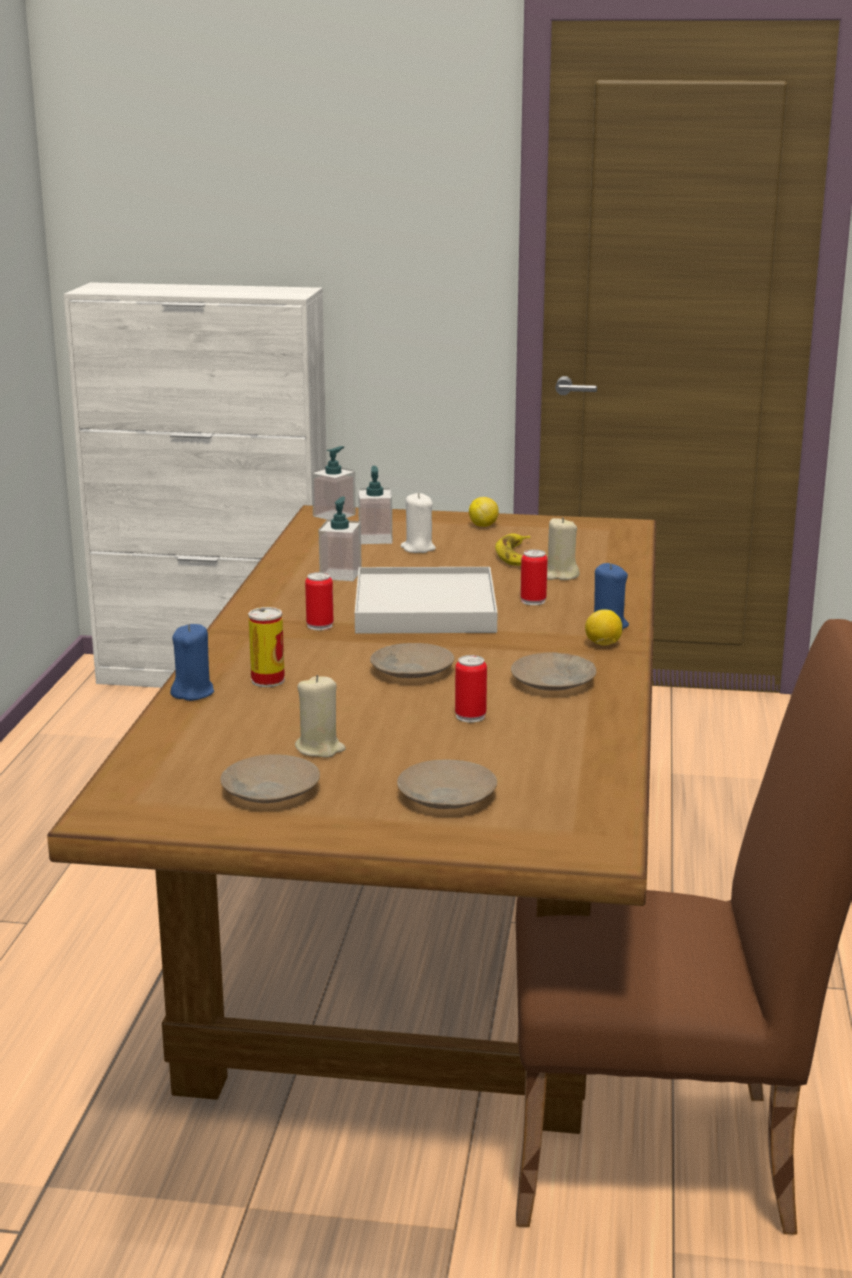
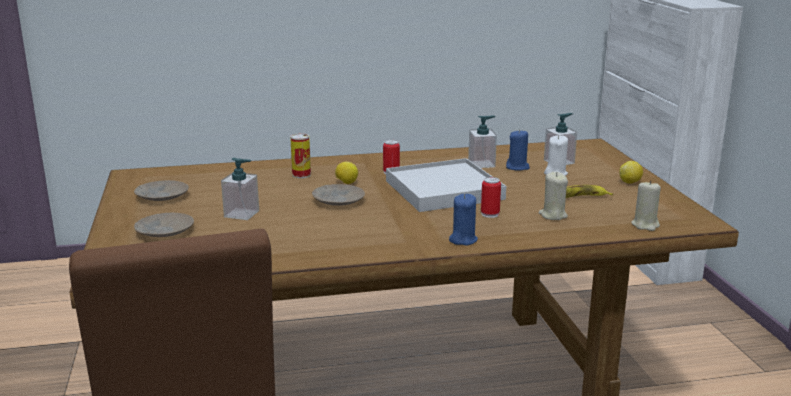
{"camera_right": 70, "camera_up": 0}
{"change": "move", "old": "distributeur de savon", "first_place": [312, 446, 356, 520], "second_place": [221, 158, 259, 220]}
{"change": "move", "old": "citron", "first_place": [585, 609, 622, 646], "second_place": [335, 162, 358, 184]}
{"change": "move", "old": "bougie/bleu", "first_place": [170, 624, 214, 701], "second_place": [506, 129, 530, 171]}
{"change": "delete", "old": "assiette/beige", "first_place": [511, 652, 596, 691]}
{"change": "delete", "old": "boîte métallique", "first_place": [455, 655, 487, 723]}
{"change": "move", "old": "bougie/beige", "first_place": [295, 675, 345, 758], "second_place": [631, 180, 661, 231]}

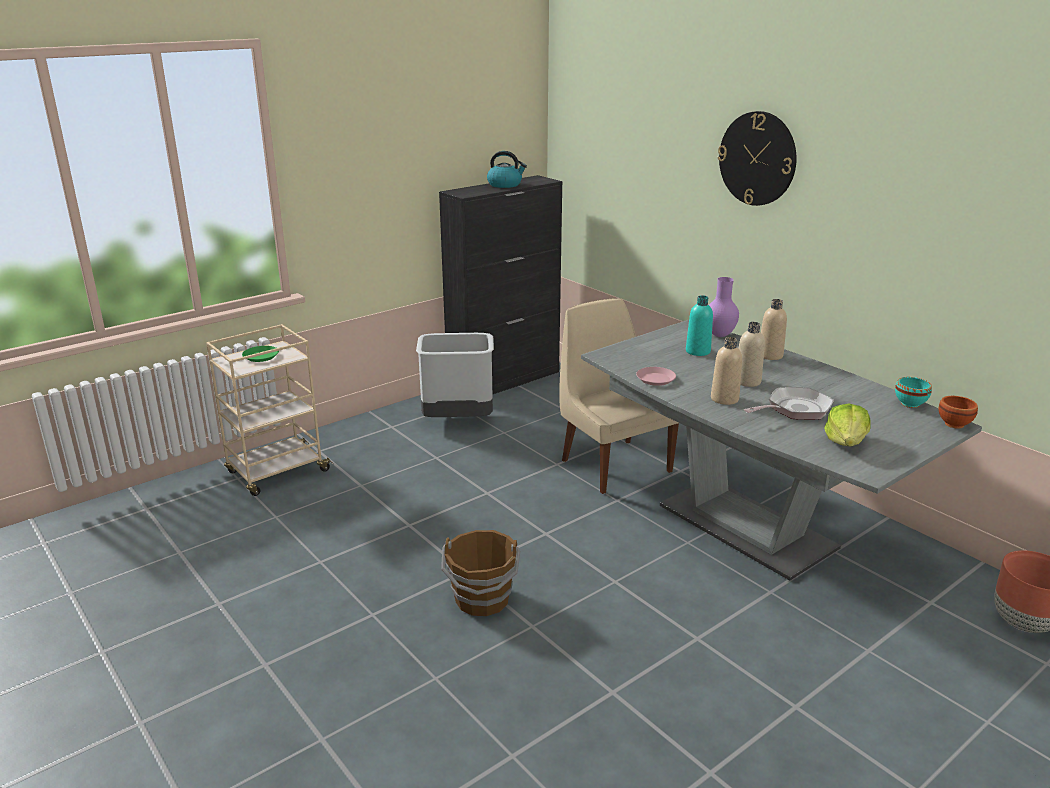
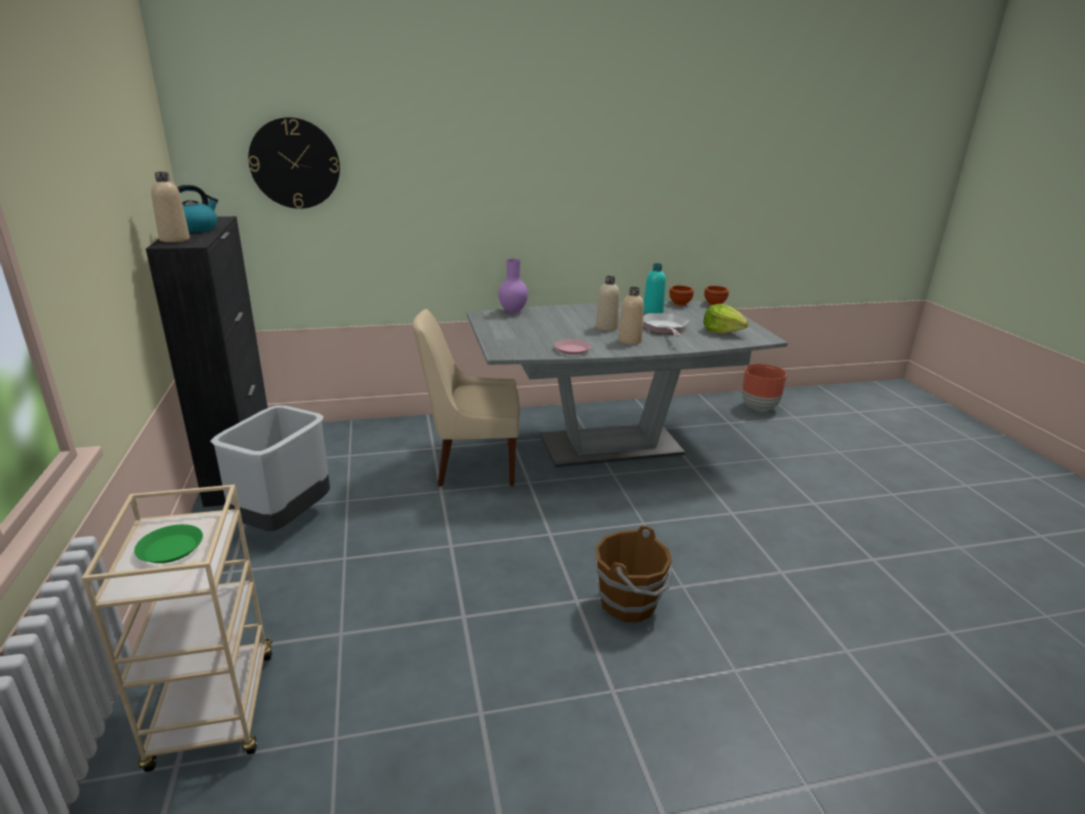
{"camera_right": -65, "camera_up": 0}
{"change": "move", "old": "horloge murale", "first_place": [718, 111, 797, 206], "second_place": [248, 117, 340, 209]}
{"change": "move", "old": "bouteille/turquoise", "first_place": [686, 295, 713, 356], "second_place": [644, 263, 666, 314]}
{"change": "move", "old": "bouteille/beige", "first_place": [761, 299, 787, 360], "second_place": [151, 172, 190, 243]}
{"change": "recolor", "old": "bol/turquoise", "new": "bol/marron", "first_place": [895, 377, 932, 408], "second_place": [669, 285, 694, 306]}

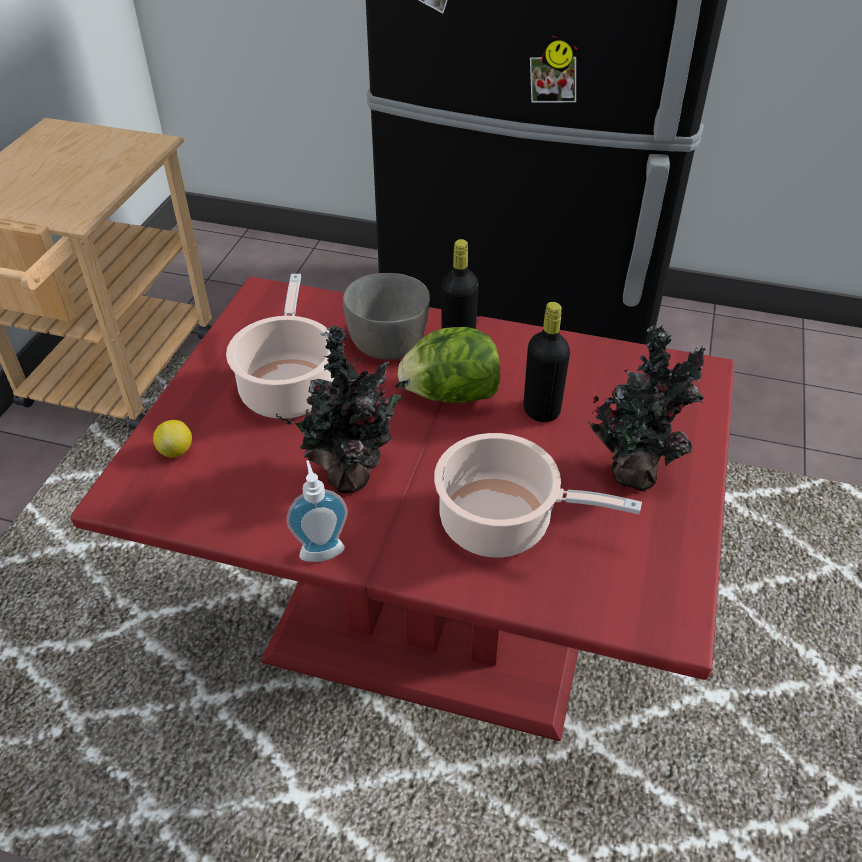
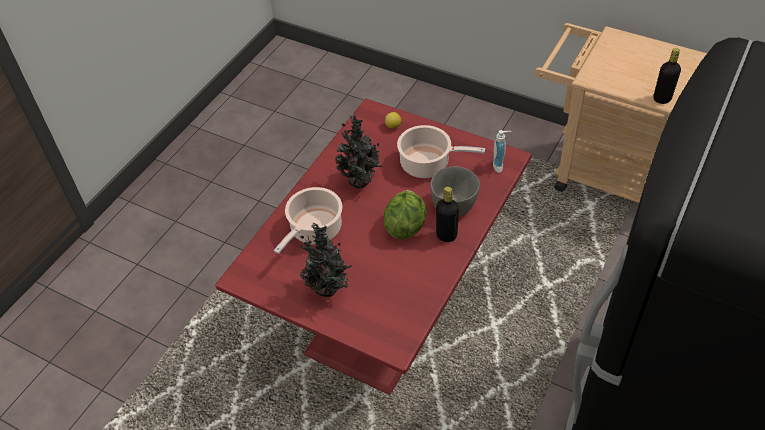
{"camera_right": 105, "camera_up": 5}
{"change": "move", "old": "bouteille/noir", "first_place": [524, 302, 570, 422], "second_place": [653, 48, 681, 104]}
{"change": "move", "old": "distributeur de savon", "first_place": [286, 460, 348, 562], "second_place": [493, 130, 512, 173]}

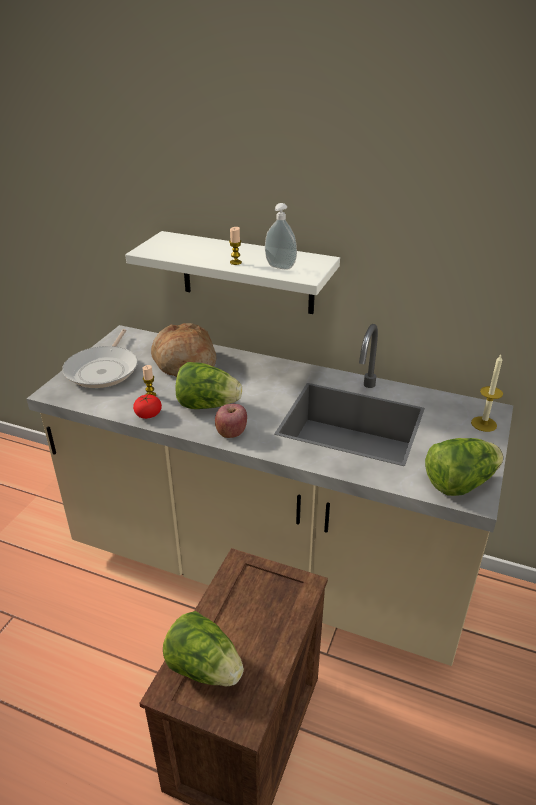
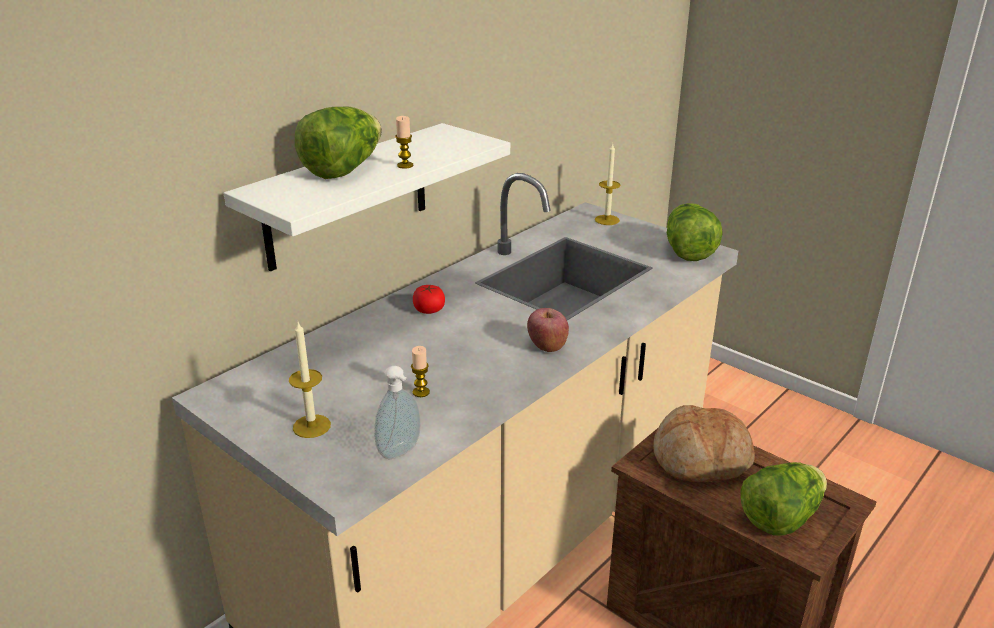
{"camera_right": -70, "camera_up": -5}
{"change": "move", "old": "distributeur de savon", "first_place": [265, 203, 297, 270], "second_place": [374, 366, 421, 459]}
{"change": "move", "old": "pain", "first_place": [151, 323, 216, 377], "second_place": [653, 405, 755, 482]}
{"change": "replace", "old": "poêle", "new": "bougie", "first_place": [62, 329, 138, 388], "second_place": [289, 322, 331, 438]}
{"change": "move", "old": "laitue", "first_place": [176, 362, 242, 409], "second_place": [295, 106, 382, 179]}
{"change": "move", "old": "tomate", "first_place": [133, 394, 162, 419], "second_place": [413, 285, 445, 314]}

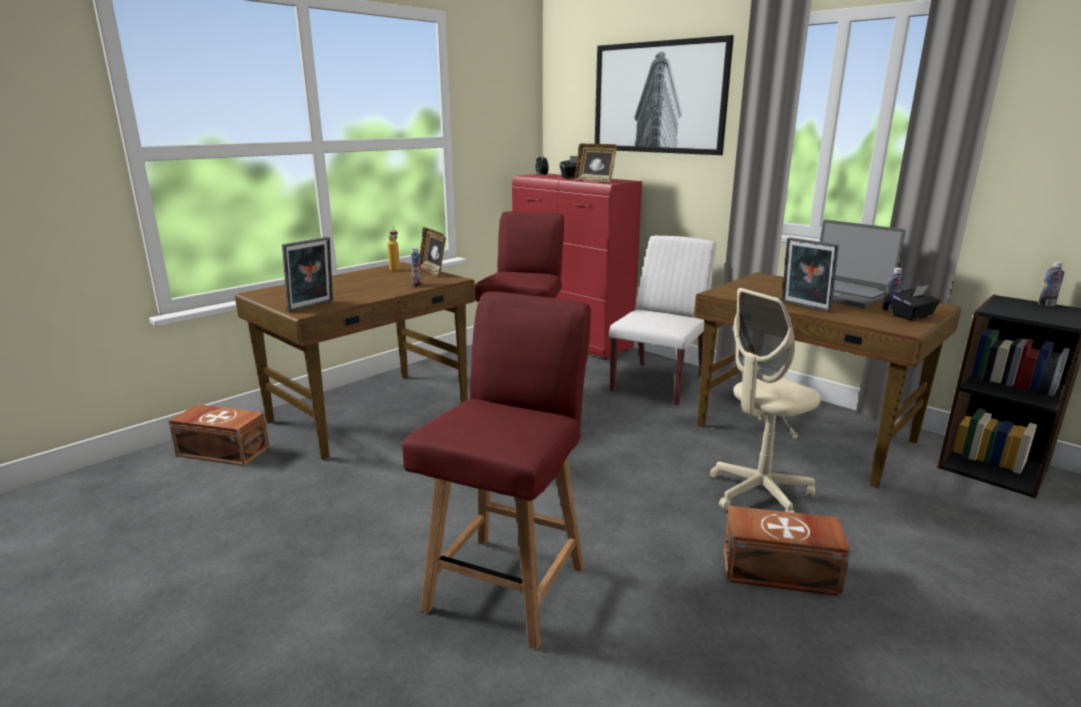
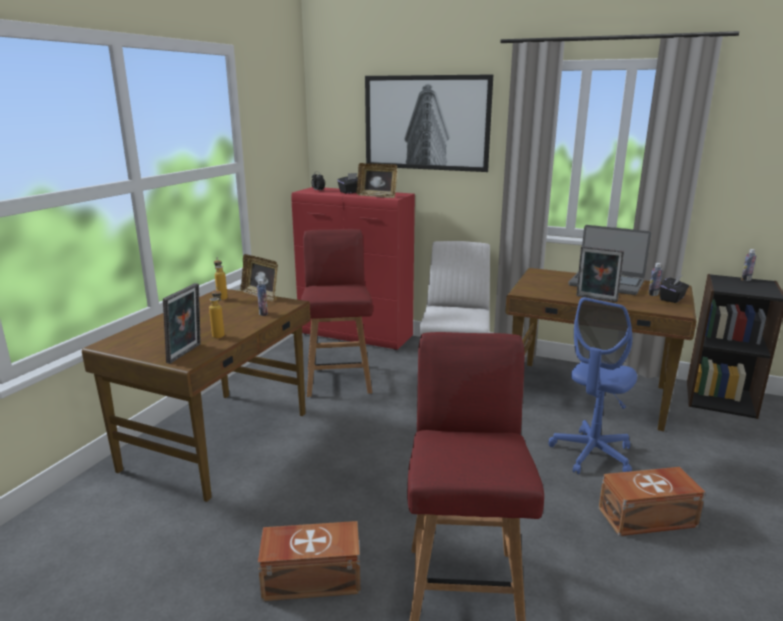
{"camera_right": -20, "camera_up": 0}
{"change": "recolor", "old": "chaise de bureau/beige", "new": "chaise de bureau/bleu", "first_place": [710, 288, 821, 513], "second_place": [548, 297, 637, 474]}
{"change": "move", "old": "boîte de rangement/marron", "first_place": [168, 404, 270, 466], "second_place": [258, 521, 361, 601]}
{"change": "insert", "new": "bouteille", "second_place": [209, 288, 225, 339]}

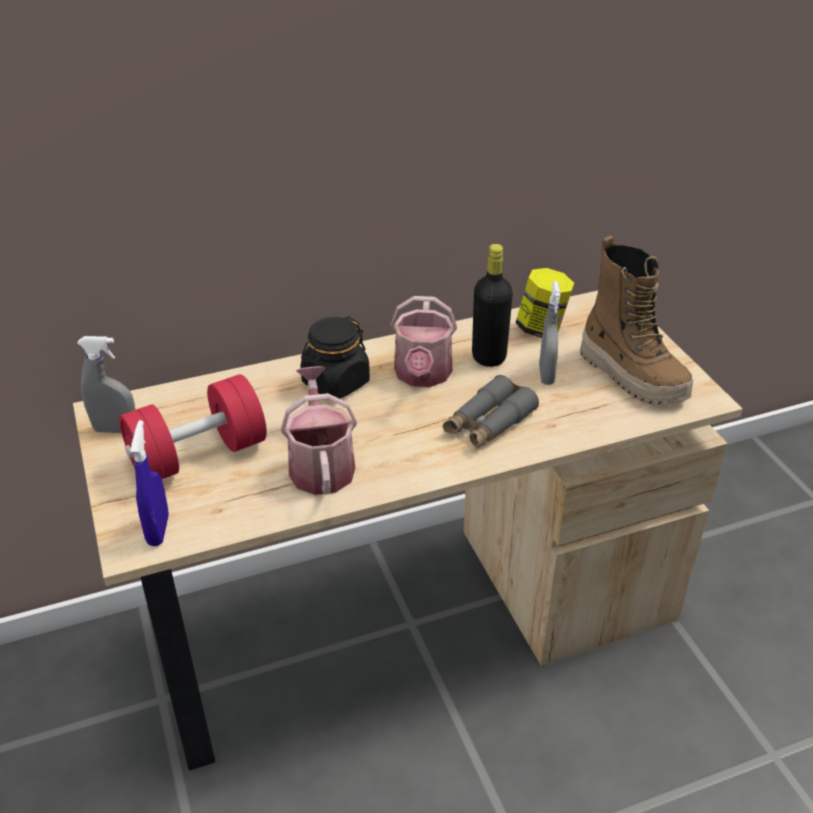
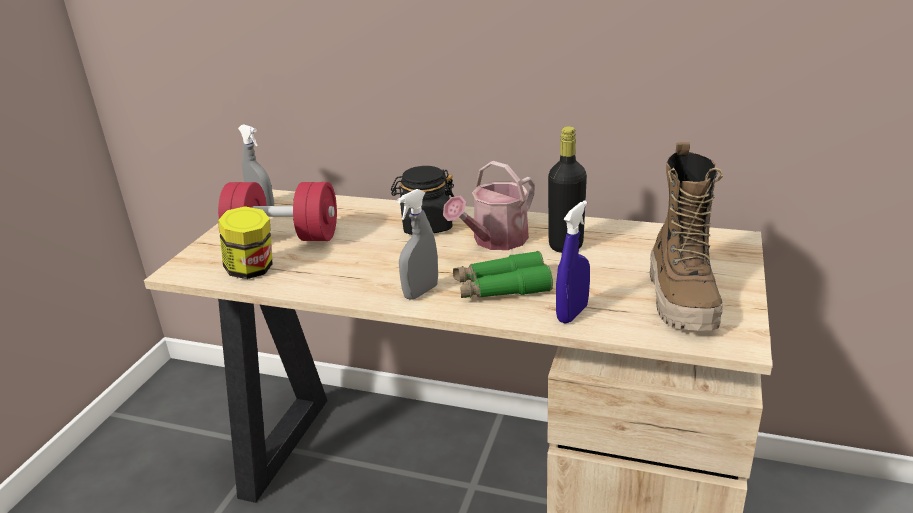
{"camera_right": 40, "camera_up": -10}
{"change": "move", "old": "bocal", "first_place": [515, 268, 574, 338], "second_place": [218, 206, 272, 279]}
{"change": "move", "old": "vaporisateur/gris", "first_place": [539, 281, 560, 385], "second_place": [397, 189, 438, 300]}
{"change": "delete", "old": "arrosoir", "first_place": [281, 366, 357, 495]}
{"change": "recolor", "old": "jumelles/gris", "new": "jumelles/vert", "first_place": [443, 375, 539, 449], "second_place": [453, 251, 553, 298]}
{"change": "move", "old": "vaporisateur/bleu", "first_place": [130, 420, 169, 546], "second_place": [556, 200, 590, 324]}

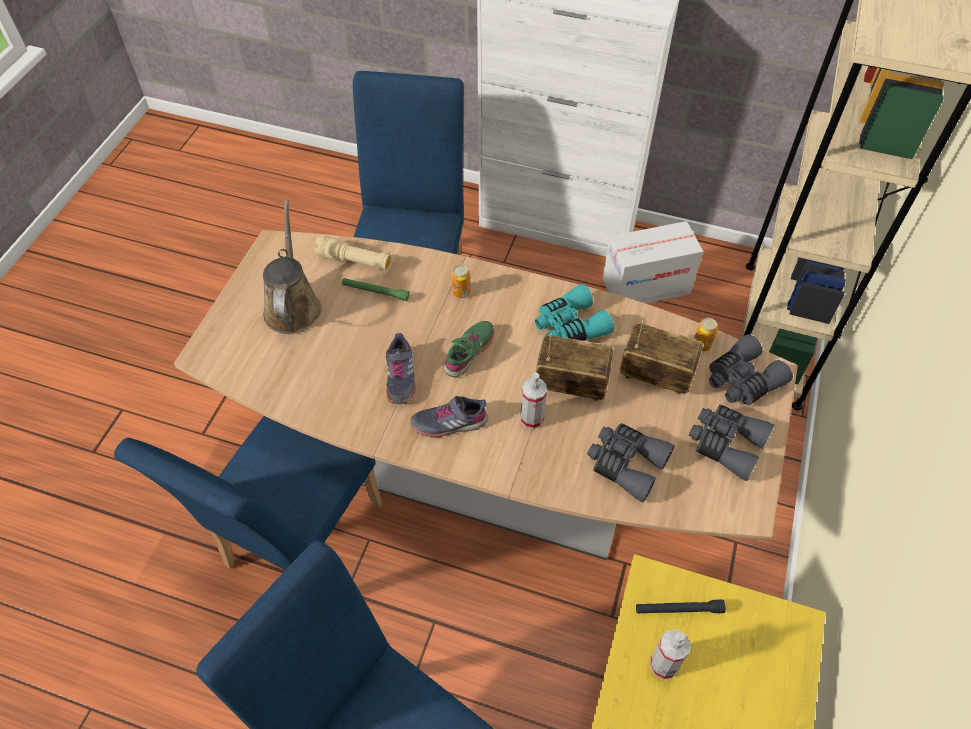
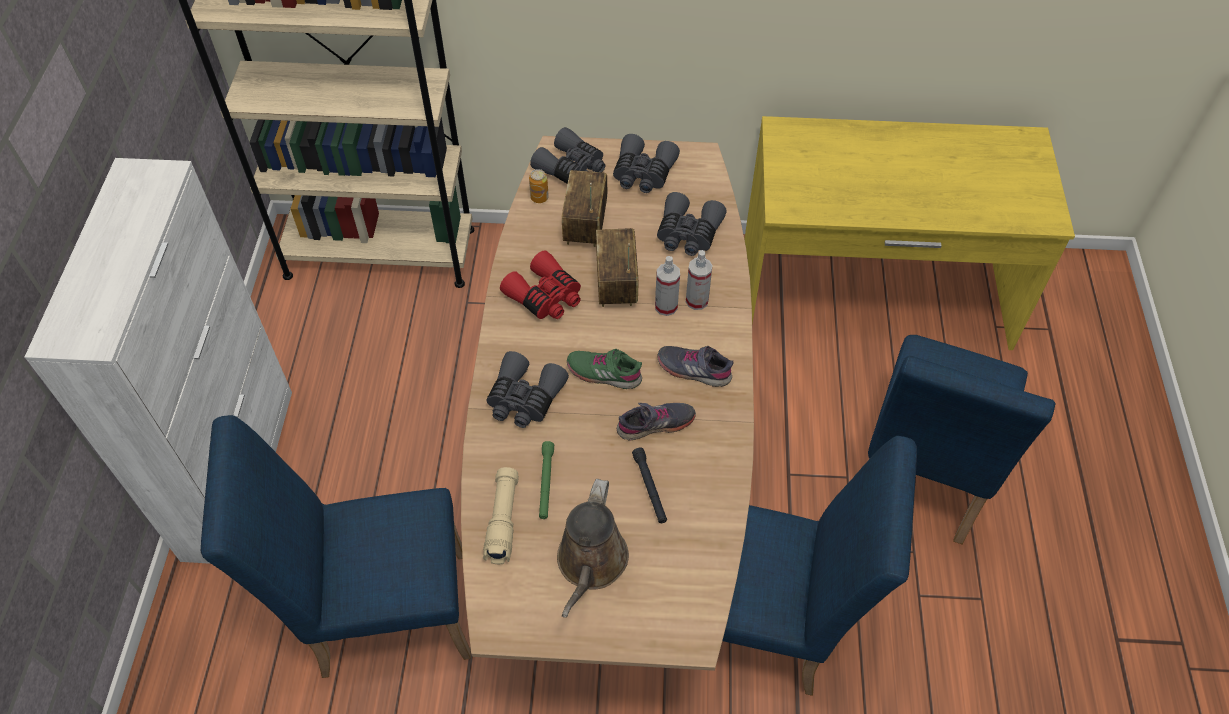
{"camera_right": -105, "camera_up": 0}
{"change": "rotate", "old": "arrosoir/marron", "first_place": [263, 200, 322, 334], "second_place": [557, 479, 629, 618], "degrees": -60}
{"change": "delete", "old": "carton", "first_place": [602, 221, 703, 304]}
{"change": "replace", "old": "boîte métallique", "new": "jumelles/gris", "first_place": [452, 265, 471, 298], "second_place": [486, 351, 569, 428]}
{"change": "recolor", "old": "jumelles/turquoise", "new": "jumelles/rouge", "first_place": [535, 284, 614, 341], "second_place": [500, 250, 581, 319]}
{"change": "rotate", "old": "chaussure/gris", "first_place": [411, 396, 488, 438], "second_place": [658, 346, 734, 387], "degrees": 135}
{"change": "move", "old": "lampe de poche/noir", "first_place": [636, 599, 726, 614], "second_place": [632, 447, 667, 523]}
{"change": "move", "old": "vaporisateur", "first_place": [650, 630, 690, 679], "second_place": [686, 250, 713, 310]}

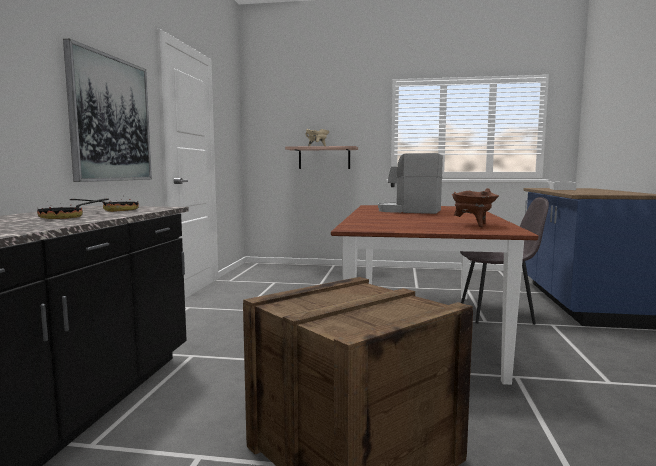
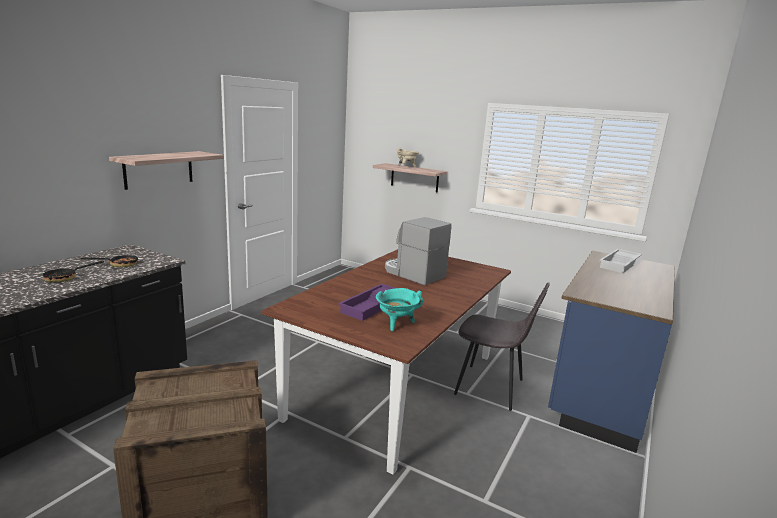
{"camera_right": 20, "camera_up": 10}
{"change": "replace", "old": "tableau", "new": "étagère", "first_place": [63, 39, 152, 182], "second_place": [109, 151, 224, 190]}
{"change": "recolor", "old": "marmite/marron", "new": "marmite/turquoise", "first_place": [452, 188, 499, 227], "second_place": [376, 288, 423, 331]}
{"change": "insert", "new": "plateau/violet", "second_place": [338, 284, 395, 321]}

